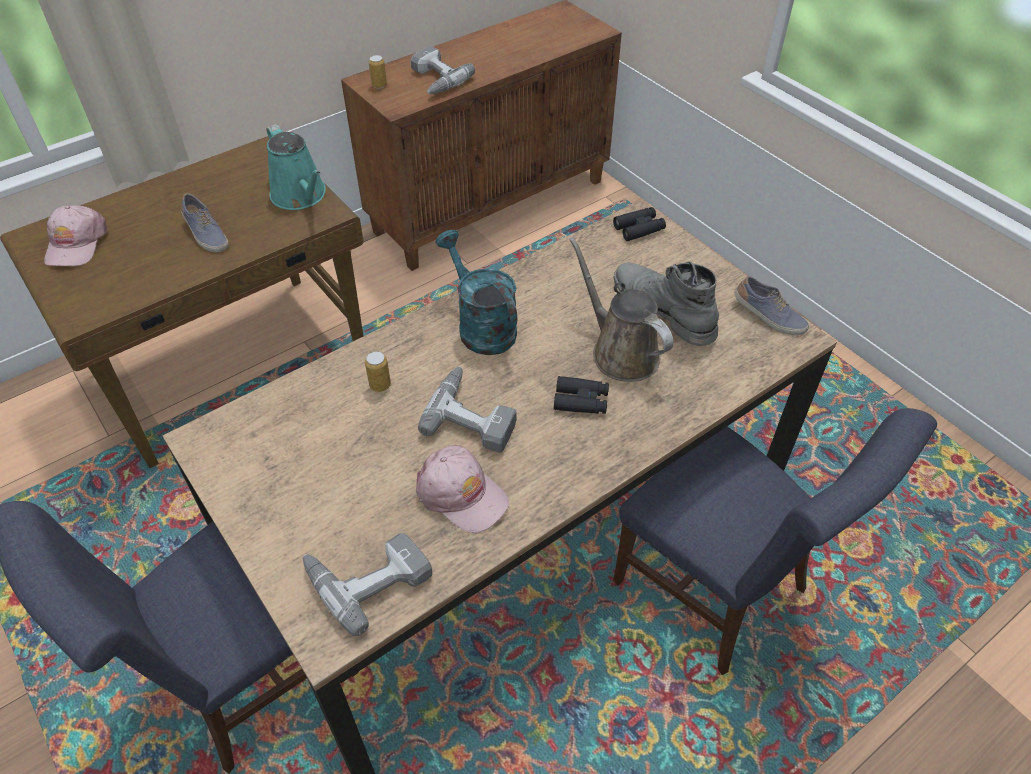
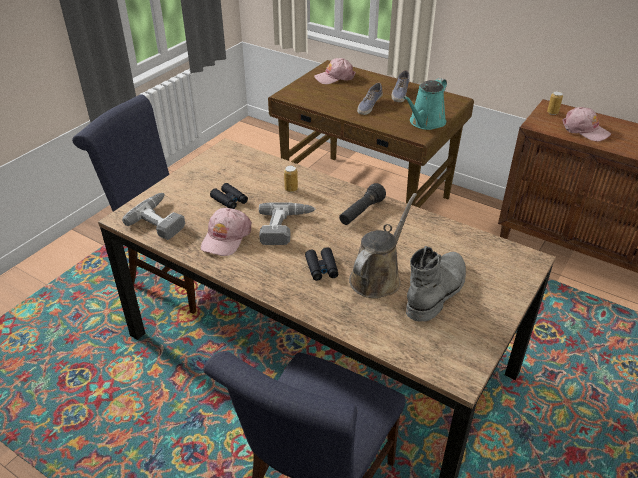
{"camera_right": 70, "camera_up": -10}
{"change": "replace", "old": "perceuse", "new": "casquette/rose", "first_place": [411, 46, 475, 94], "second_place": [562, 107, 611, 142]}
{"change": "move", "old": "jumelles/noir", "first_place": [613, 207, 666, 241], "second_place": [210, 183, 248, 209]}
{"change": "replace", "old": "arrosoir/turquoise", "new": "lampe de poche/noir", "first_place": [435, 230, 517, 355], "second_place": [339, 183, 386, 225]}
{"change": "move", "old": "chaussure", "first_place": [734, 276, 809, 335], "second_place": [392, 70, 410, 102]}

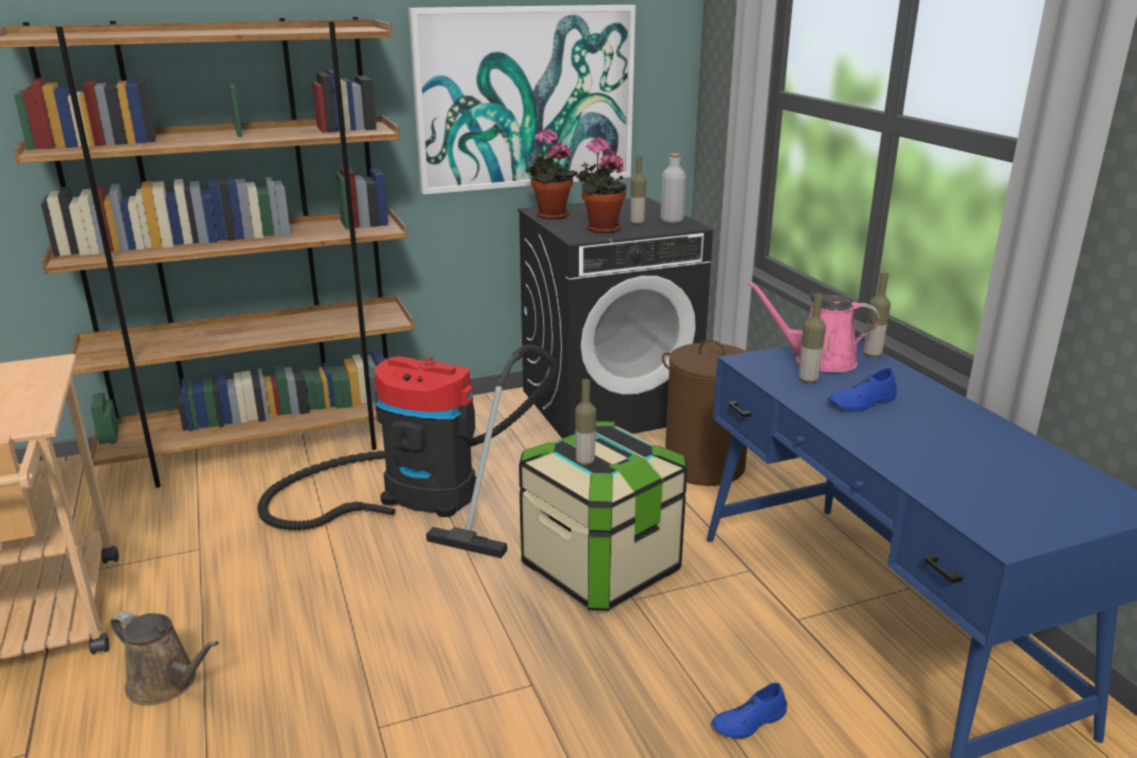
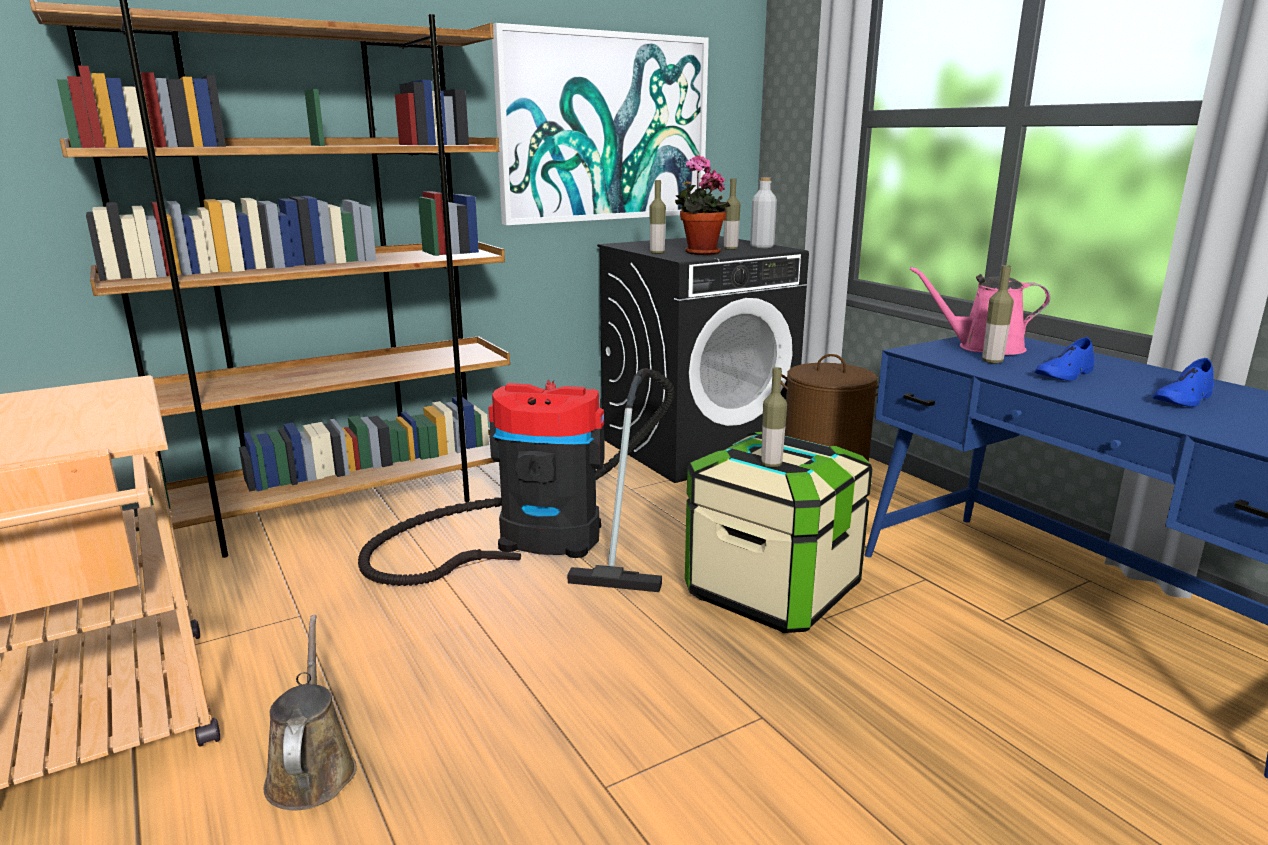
{"camera_right": -10, "camera_up": -5}
{"change": "delete", "old": "plante en pot", "first_place": [525, 128, 578, 220]}
{"change": "move", "old": "bouteille", "first_place": [863, 273, 891, 357], "second_place": [650, 180, 666, 254]}
{"change": "rotate", "old": "arrosoir/marron", "first_place": [110, 611, 219, 706], "second_place": [263, 615, 357, 811], "degrees": -120}
{"change": "move", "old": "chaussure/bleu", "first_place": [711, 683, 787, 739], "second_place": [1152, 358, 1214, 407]}

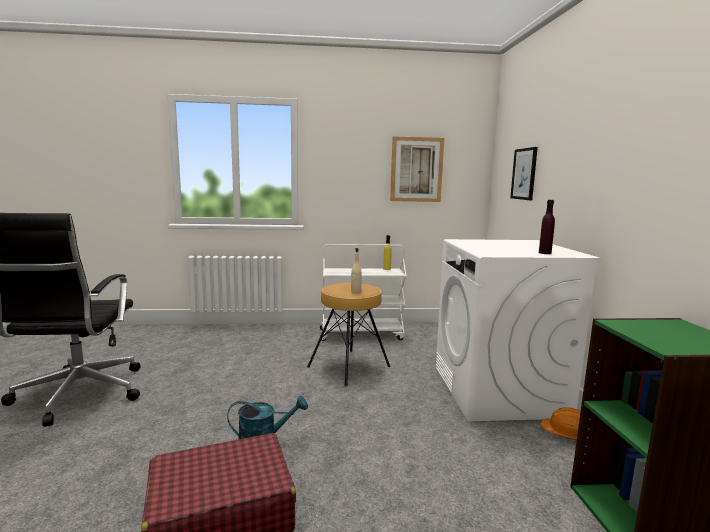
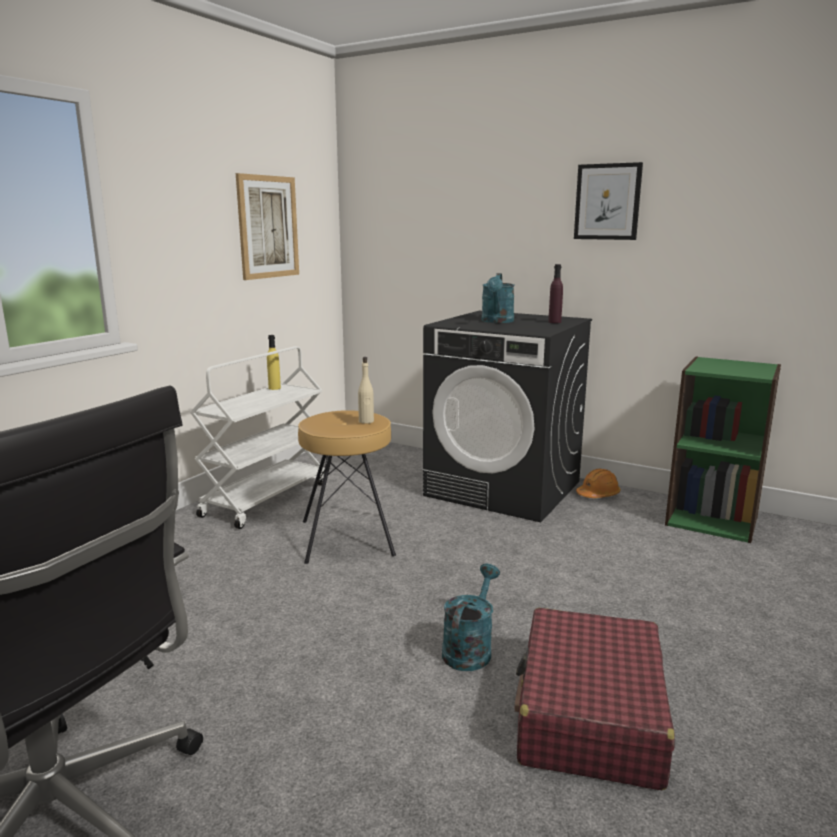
{"camera_right": -55, "camera_up": 5}
{"change": "move", "old": "tableau", "first_place": [510, 147, 538, 200], "second_place": [574, 162, 643, 240]}
{"change": "recolor", "old": "lave-linge/blanc", "new": "lave-linge/noir", "first_place": [436, 239, 601, 421], "second_place": [423, 311, 592, 522]}
{"change": "insert", "new": "arrosoir/turquoise", "second_place": [482, 273, 515, 323]}

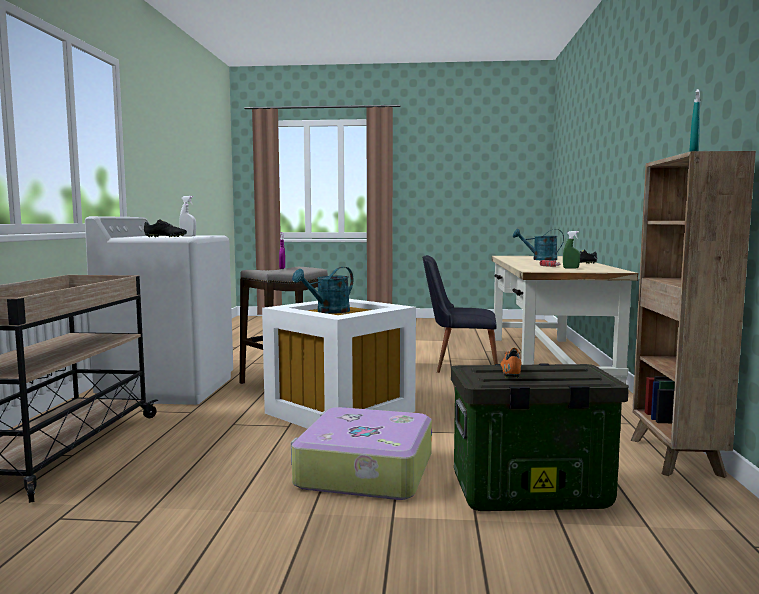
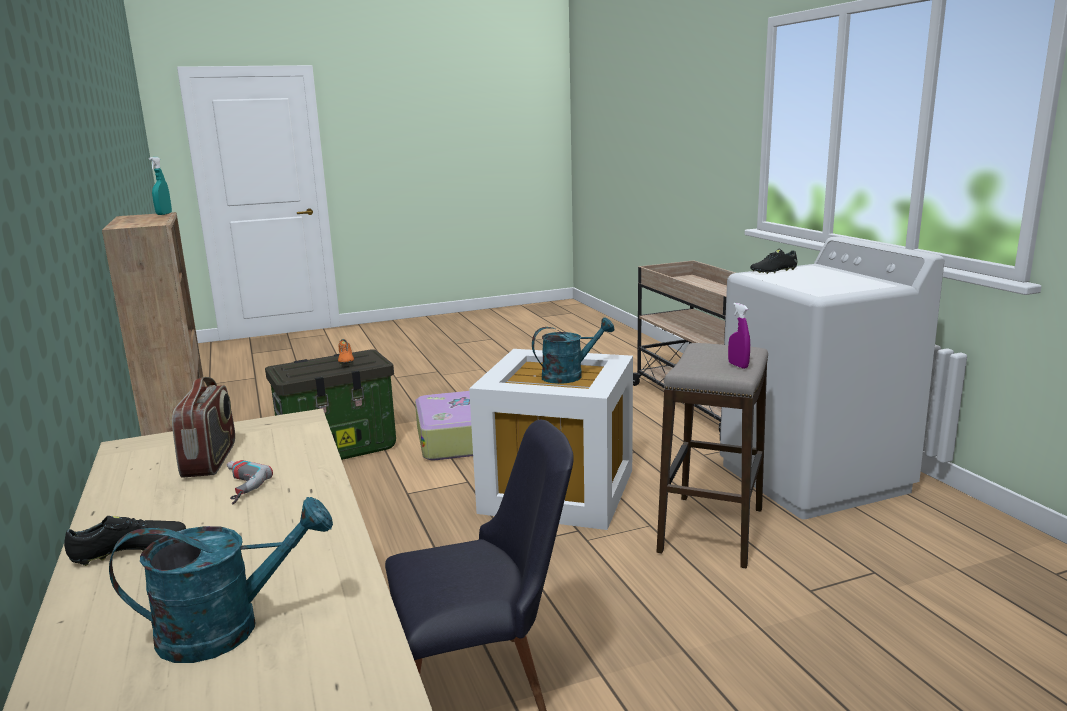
{"camera_right": 155, "camera_up": 10}
{"change": "delete", "old": "vaporisateur/blanc", "first_place": [179, 196, 196, 236]}
{"change": "replace", "old": "vaporisateur/vert", "new": "radio", "first_place": [563, 231, 580, 269], "second_place": [172, 377, 235, 478]}
{"change": "rotate", "old": "arrosoir/turquoise", "first_place": [292, 267, 353, 314], "second_place": [532, 318, 615, 384], "degrees": 45}

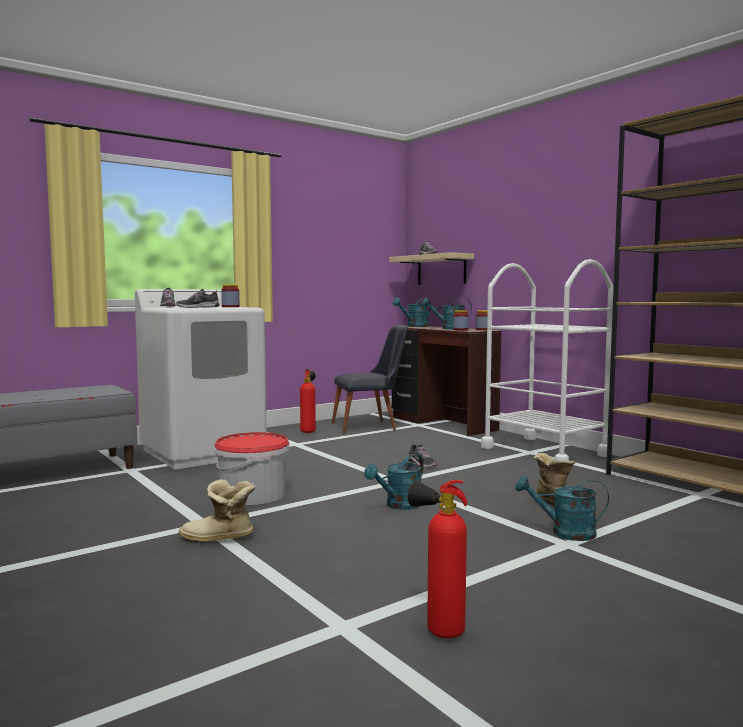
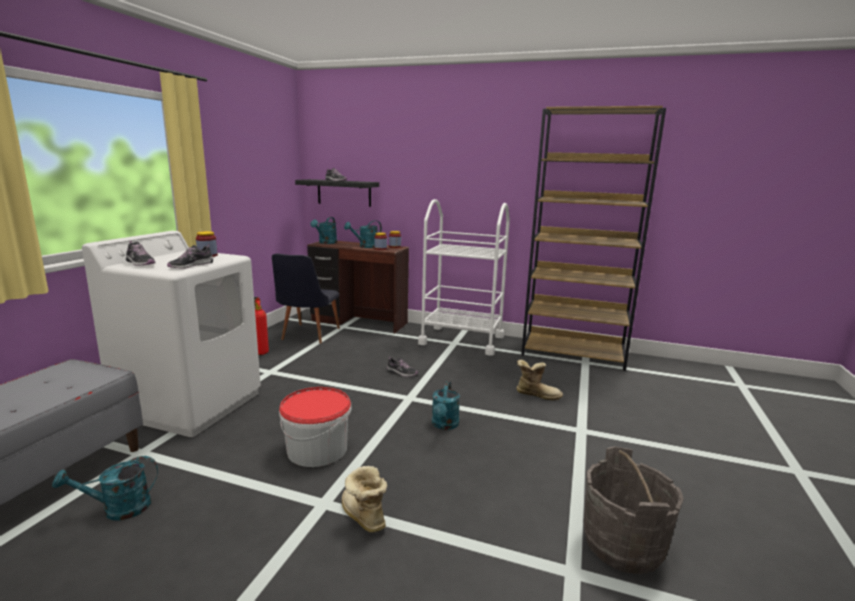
{"camera_right": -35, "camera_up": 10}
{"change": "recolor", "old": "étagère/beige", "new": "étagère/noir", "first_place": [389, 252, 474, 285], "second_place": [295, 179, 379, 207]}
{"change": "rotate", "old": "chaise/noir", "first_place": [332, 325, 408, 434], "second_place": [272, 254, 340, 344], "degrees": 150}
{"change": "move", "old": "arrosoir/turquoise", "first_place": [515, 476, 609, 541], "second_place": [52, 456, 158, 520]}
{"change": "rotate", "old": "botte", "first_place": [179, 479, 255, 542], "second_place": [342, 466, 387, 533], "degrees": 90}
{"change": "replace", "old": "extincteur", "new": "seau/gris", "first_place": [408, 480, 467, 638], "second_place": [584, 446, 684, 574]}

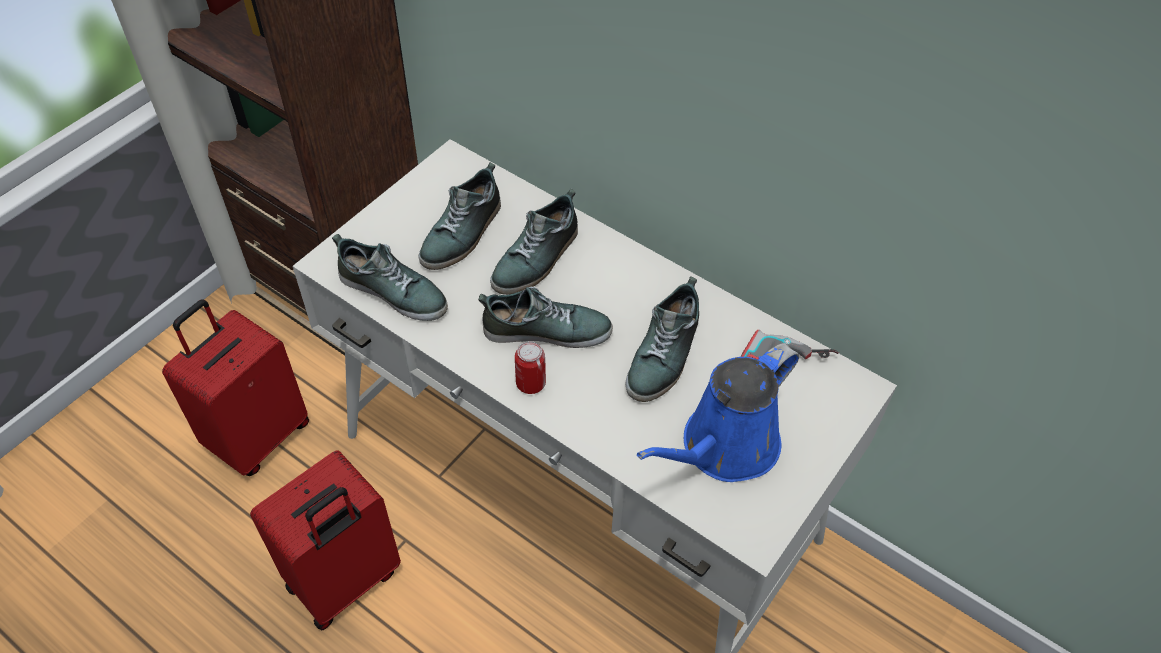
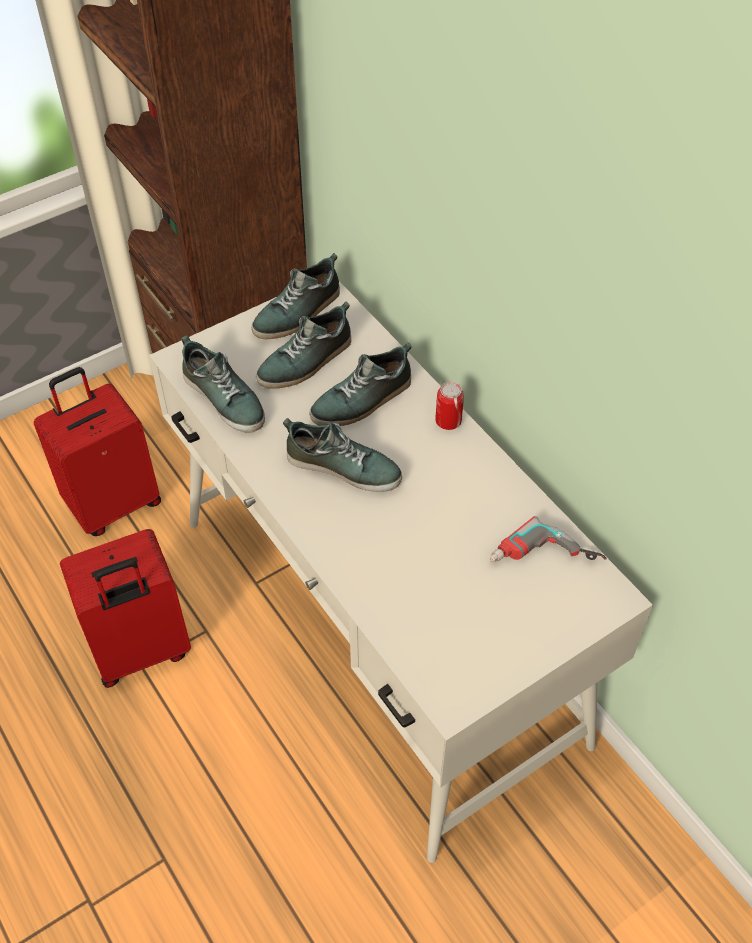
{"camera_right": 20, "camera_up": 0}
{"change": "move", "old": "chaussure", "first_place": [626, 276, 699, 402], "second_place": [251, 253, 340, 339]}
{"change": "move", "old": "boîte métallique", "first_place": [515, 341, 546, 394], "second_place": [435, 382, 464, 430]}
{"change": "delete", "old": "arrosoir/bleu", "first_place": [637, 343, 799, 482]}

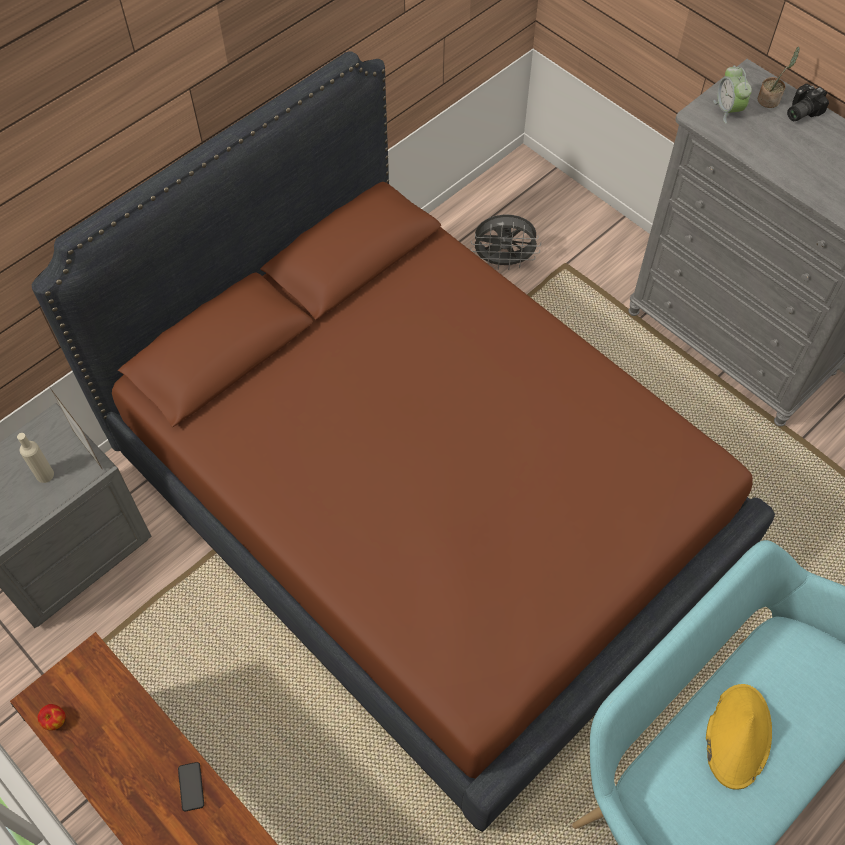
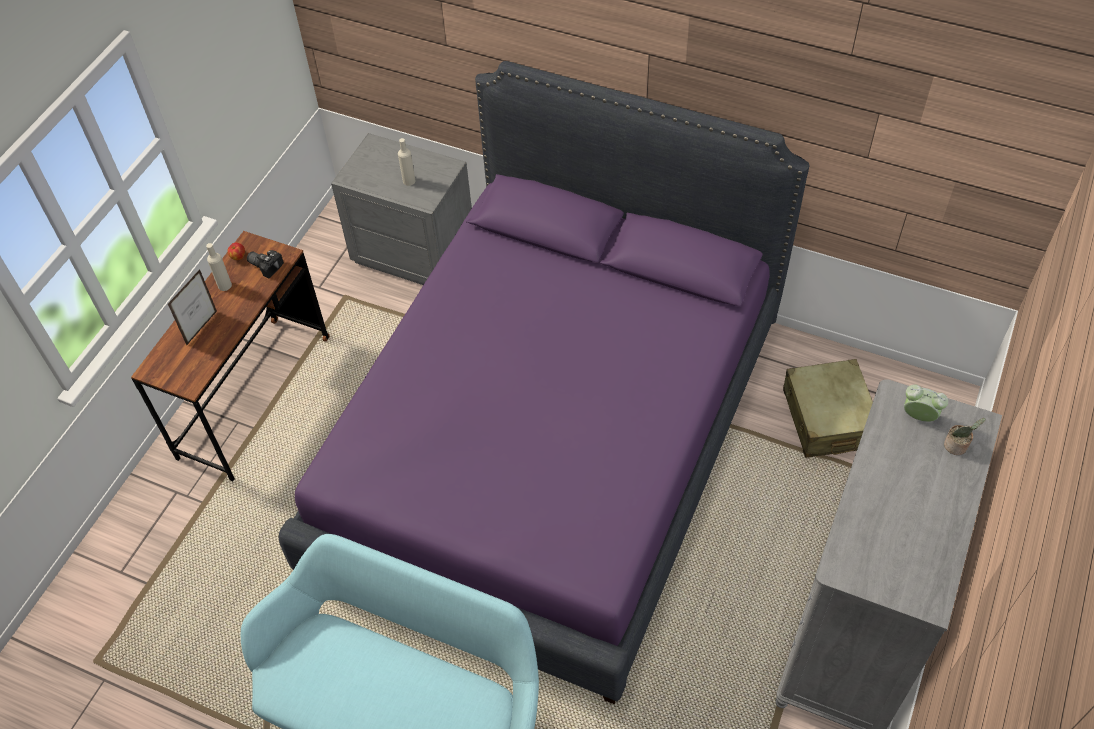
{"camera_right": 70, "camera_up": -5}
{"change": "recolor", "old": "lit/marron", "new": "lit/violet", "first_place": [32, 51, 775, 832], "second_place": [278, 61, 809, 705]}
{"change": "rotate", "old": "réveil", "first_place": [713, 65, 752, 124], "second_place": [904, 385, 948, 422], "degrees": 60}
{"change": "move", "old": "appareil photo", "first_place": [787, 84, 829, 121], "second_place": [247, 250, 284, 278]}
{"change": "replace", "old": "ventilateur/gris", "new": "valise/beige", "first_place": [470, 215, 541, 270], "second_place": [783, 359, 873, 458]}
{"change": "move", "old": "cadre photo", "first_place": [50, 388, 103, 470], "second_place": [168, 269, 217, 345]}
{"change": "delete", "old": "chapeau/jaune", "first_place": [706, 684, 772, 790]}
{"change": "delete", "old": "téléphone", "first_place": [178, 762, 204, 811]}
{"change": "insert", "new": "bouteille/beige", "second_place": [206, 243, 232, 291]}

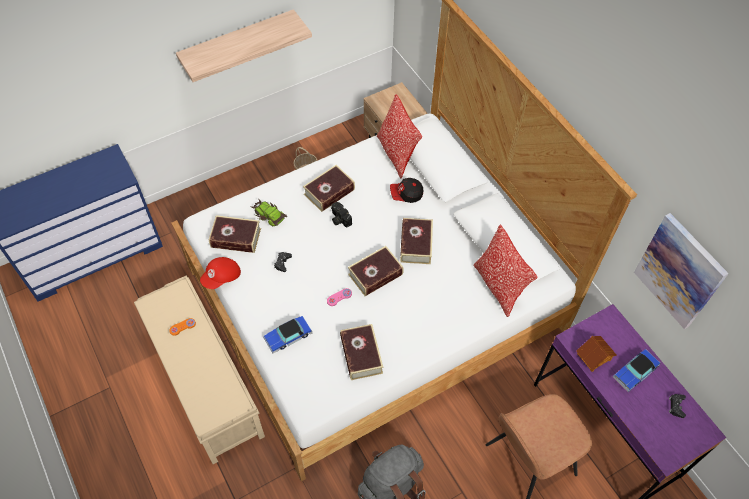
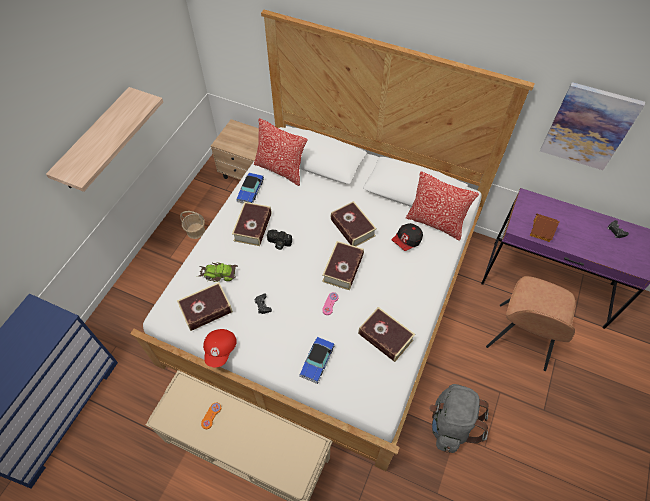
{"camera_right": -35, "camera_up": 0}
{"change": "move", "old": "casquette", "first_place": [390, 178, 423, 203], "second_place": [392, 223, 423, 251]}
{"change": "move", "old": "petite voiture", "first_place": [613, 349, 660, 392], "second_place": [236, 173, 264, 204]}

